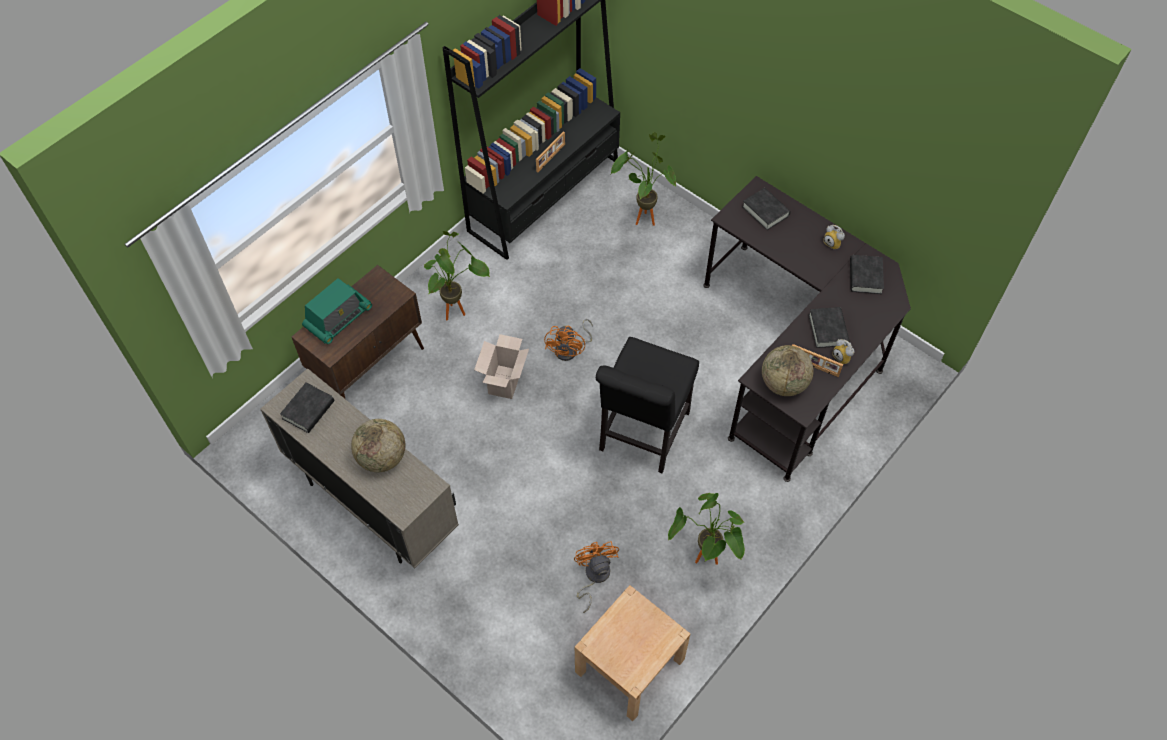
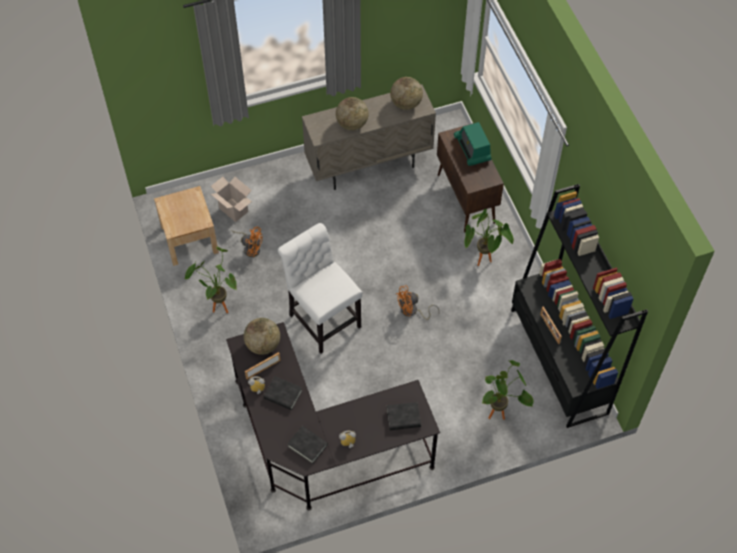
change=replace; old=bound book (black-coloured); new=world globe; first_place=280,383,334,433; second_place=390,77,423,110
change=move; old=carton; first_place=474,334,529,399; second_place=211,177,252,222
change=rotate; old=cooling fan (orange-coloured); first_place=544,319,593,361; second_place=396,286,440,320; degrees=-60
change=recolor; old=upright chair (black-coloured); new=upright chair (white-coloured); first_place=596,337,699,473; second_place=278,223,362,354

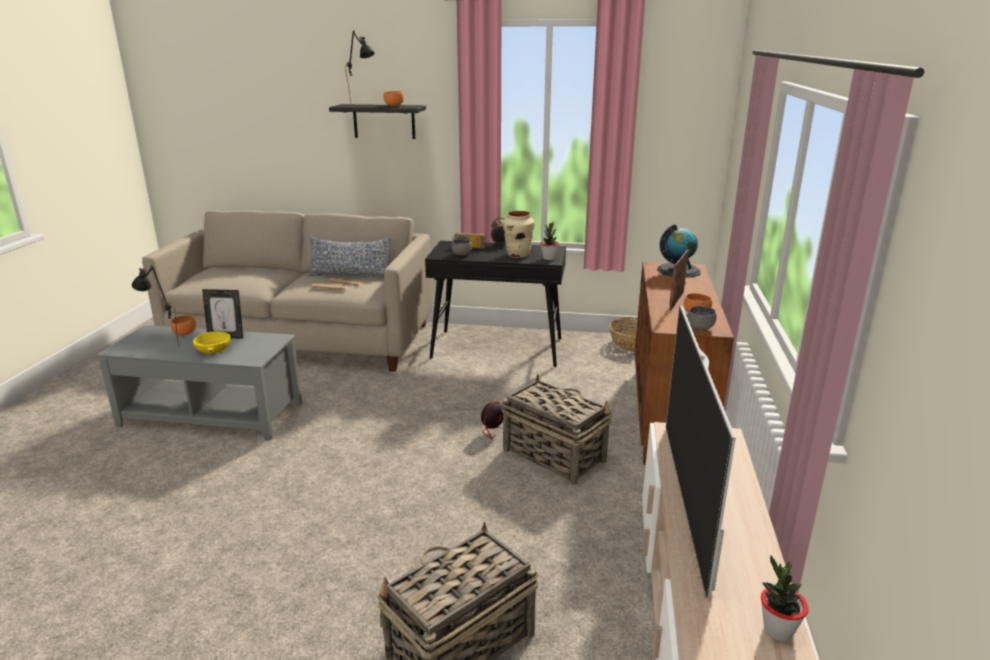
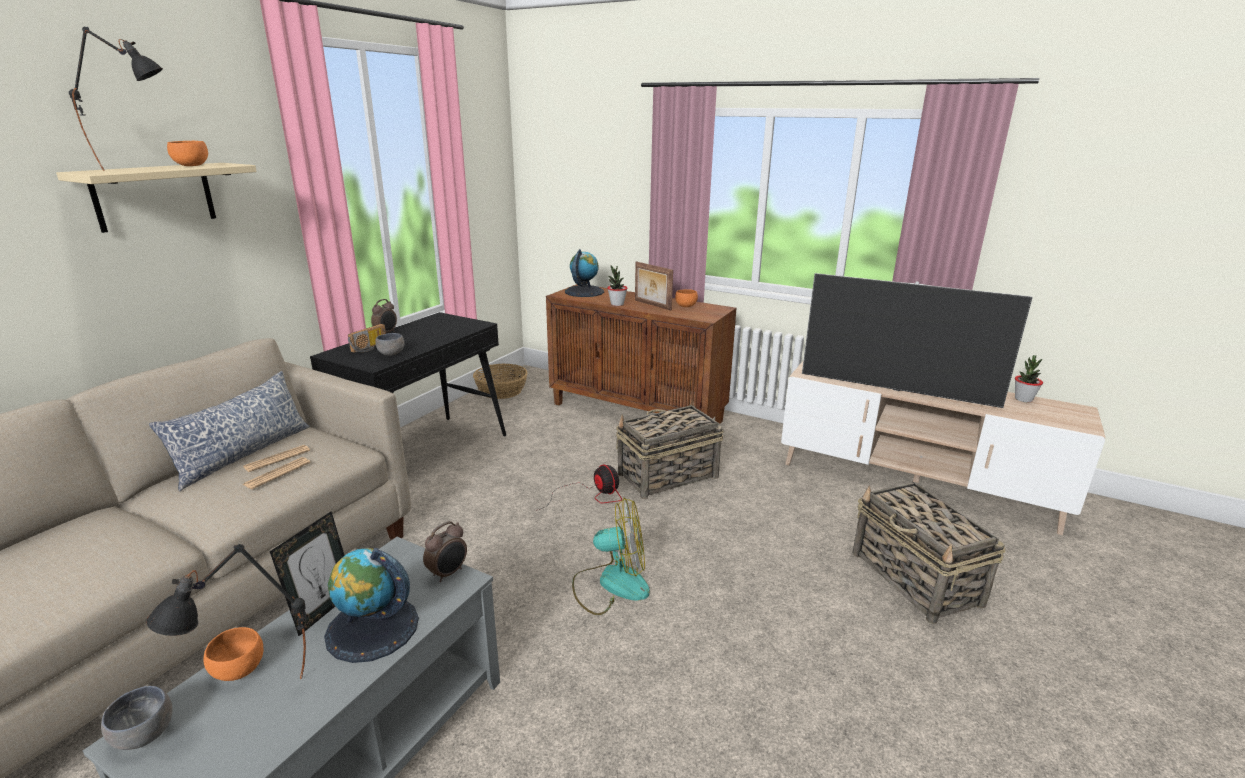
change=replace; old=serving bowl (yellowish); new=world globe; first_place=193,331,231,354; second_place=324,548,419,663
change=recolor; old=wall shelf (black-coloured); new=wall shelf (sand-coloured); first_place=329,104,426,139; second_place=56,163,257,233
change=delete; old=vase (sand-coloured); first_place=503,211,535,258
change=move; old=houseplant; first_place=540,222,559,260; second_place=608,265,627,306
change=move; old=serving bowl (greyish); first_place=687,306,717,330; second_place=101,686,173,750
change=insert; new=bedside clock; second_place=423,521,467,582
change=insert; new=cooling fan; second_place=572,498,650,615

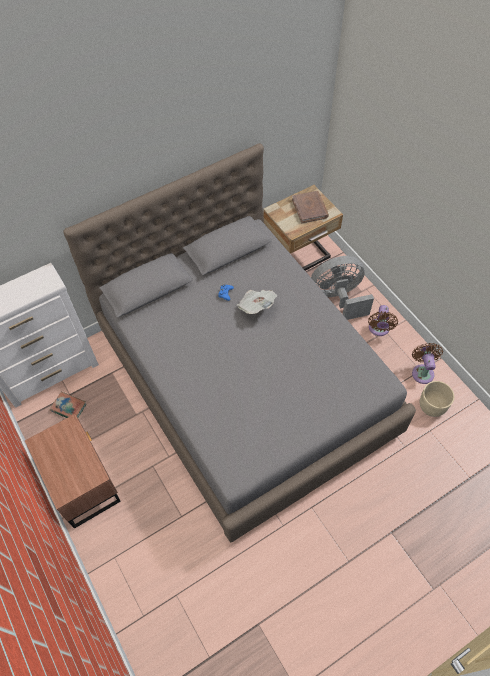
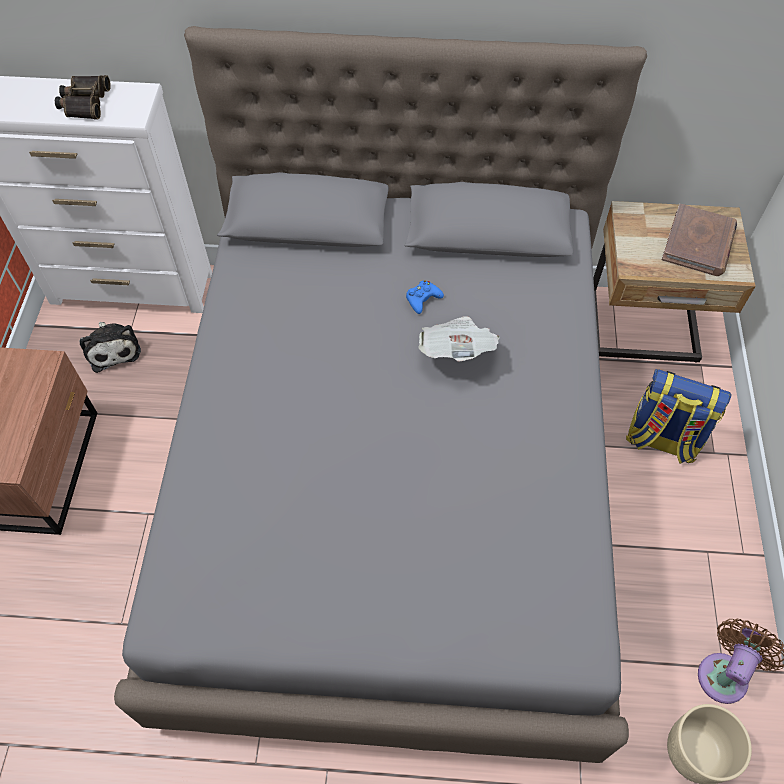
change=replace; old=bound book; new=plush toy; first_place=50,392,87,418; second_place=80,322,141,373
change=replace; old=cooling fan (greyish); new=rucksack; first_place=311,256,374,320; second_place=626,369,732,464
change=delete; old=cooling fan (brownish); first_place=368,305,398,336
change=insert; new=field glasses; second_place=55,75,111,119

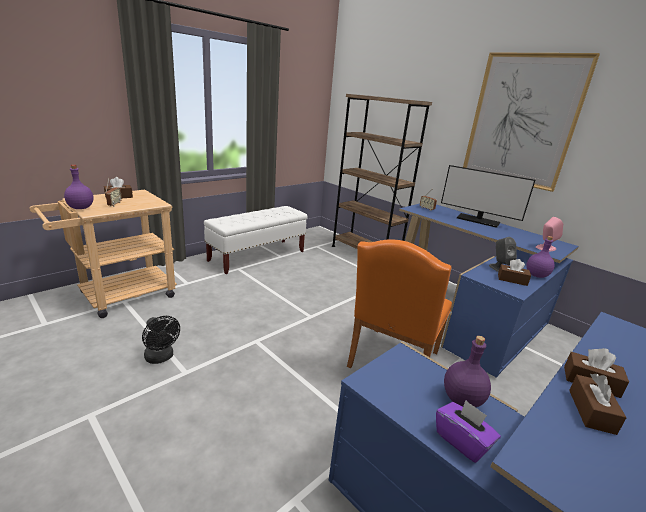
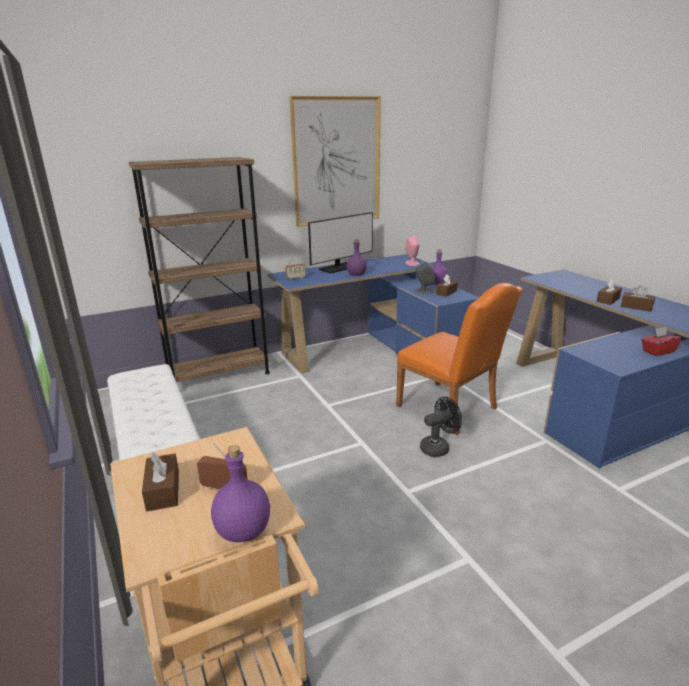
change=move; old=cooling fan (black-coloured); first_place=142,316,180,364; second_place=420,397,462,457
change=recolor; old=tissue box (purple-coloured); new=tissue box (reddish); first_place=436,400,501,463; second_place=642,327,682,356
change=move; old=bottle (purple-coloured); first_place=444,336,491,407; second_place=346,239,367,276

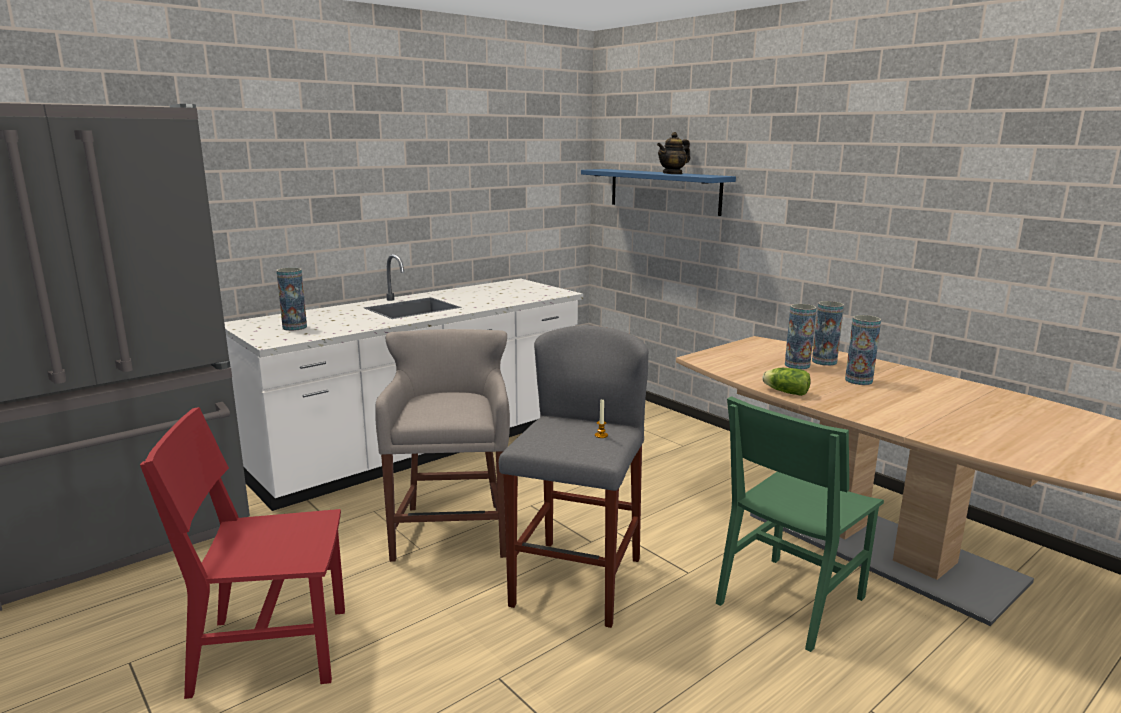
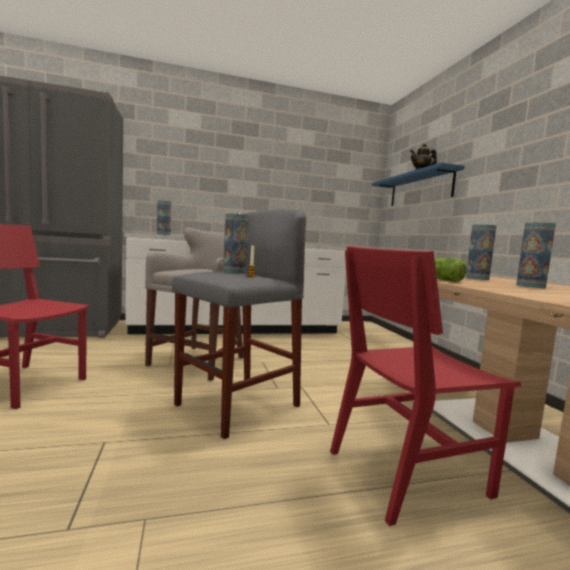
change=recolor; old=upright chair (green-coloured); new=upright chair (reddish); first_place=716,396,884,652; second_place=330,246,521,526
change=move; old=vase; first_place=812,301,844,366; second_place=223,213,249,273

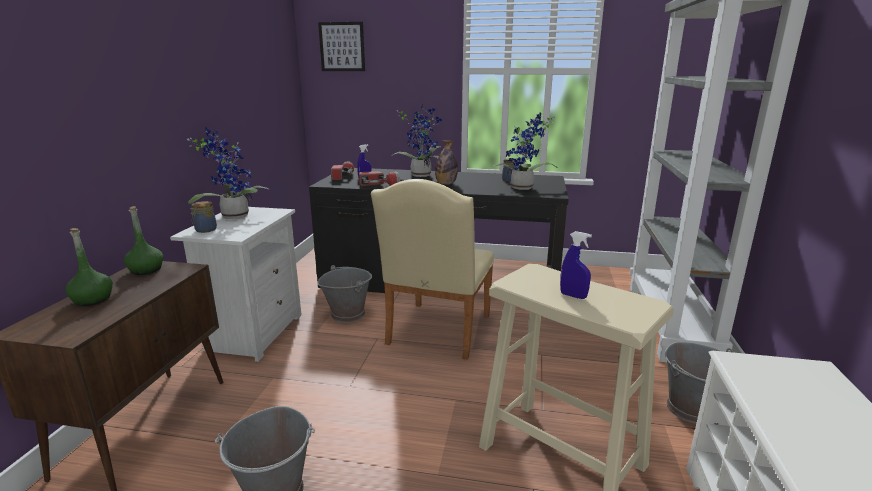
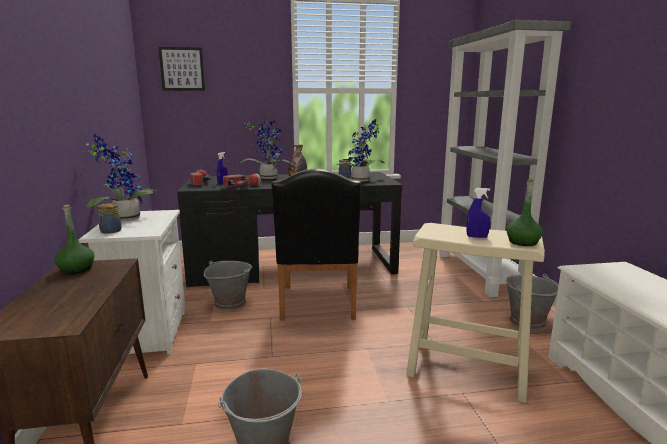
change=move; old=bottle (green-coloured); first_place=65,228,113,306; second_place=506,179,543,246
change=recolor; old=upright chair (sand-coloured); new=upright chair (black-coloured); first_place=371,179,494,360; second_place=271,169,361,321

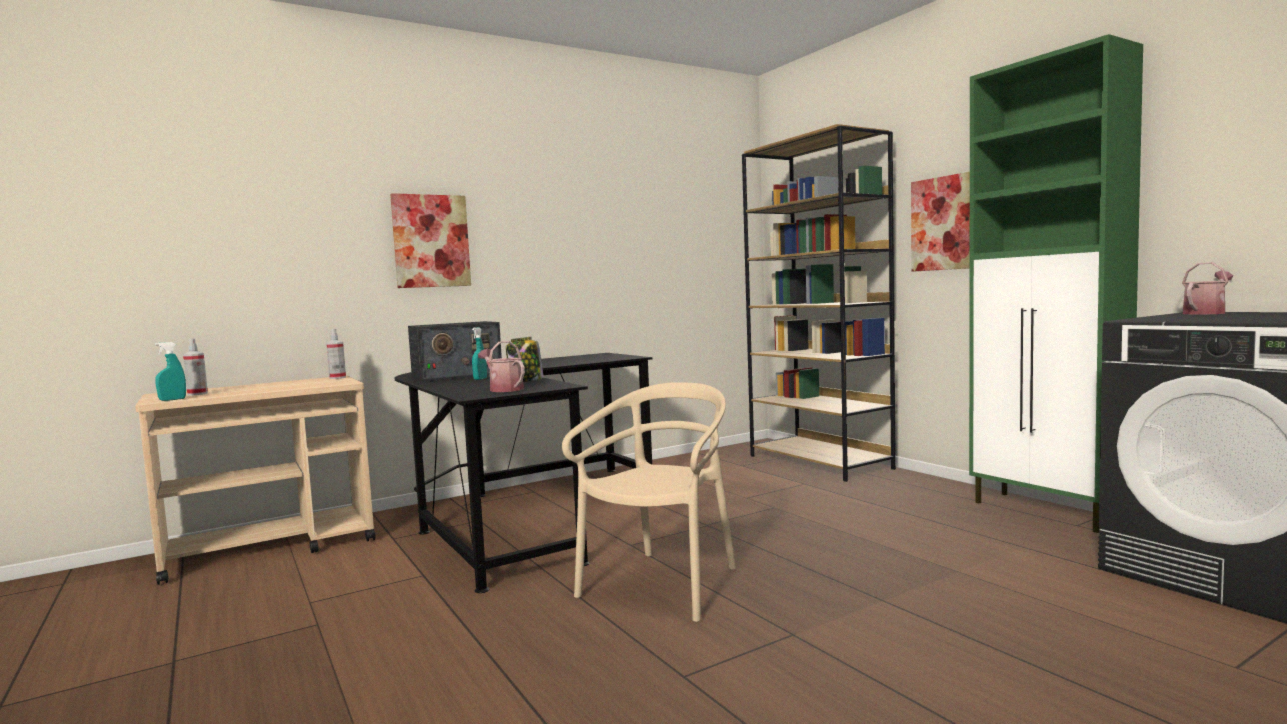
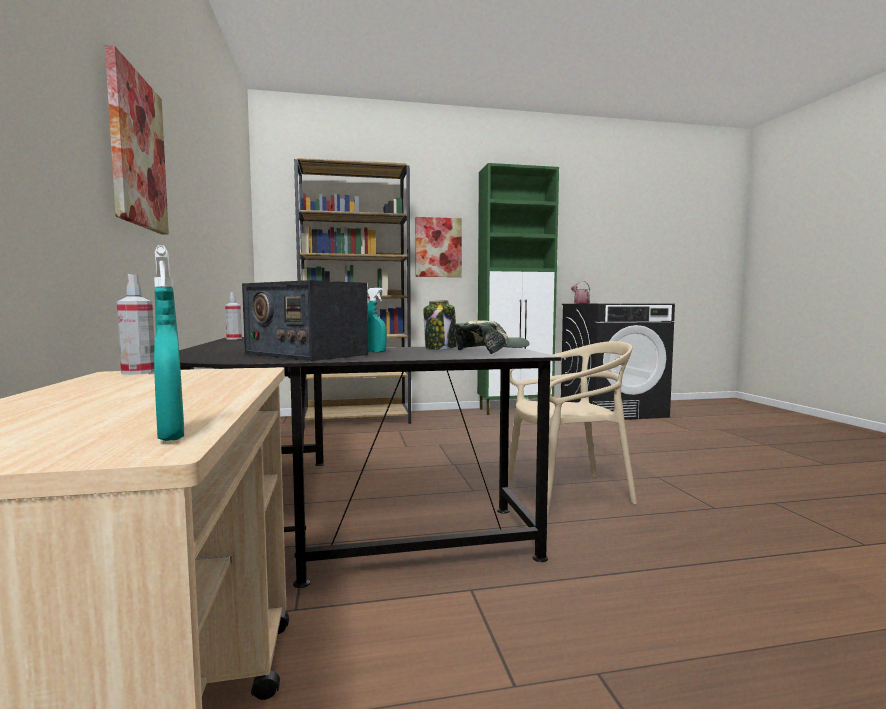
change=move; old=sprayer; first_place=183,338,208,396; second_place=225,292,242,340
change=rotate; old=radio receiver; first_place=408,321,502,382; second_place=242,280,368,361; degrees=135
change=replace; old=sprinkling can; new=peaked cap; first_place=478,341,525,392; second_place=454,320,530,354
change=rotate; old=upright chair (sand-coloured); first_place=562,382,736,622; second_place=508,341,637,517; degrees=120

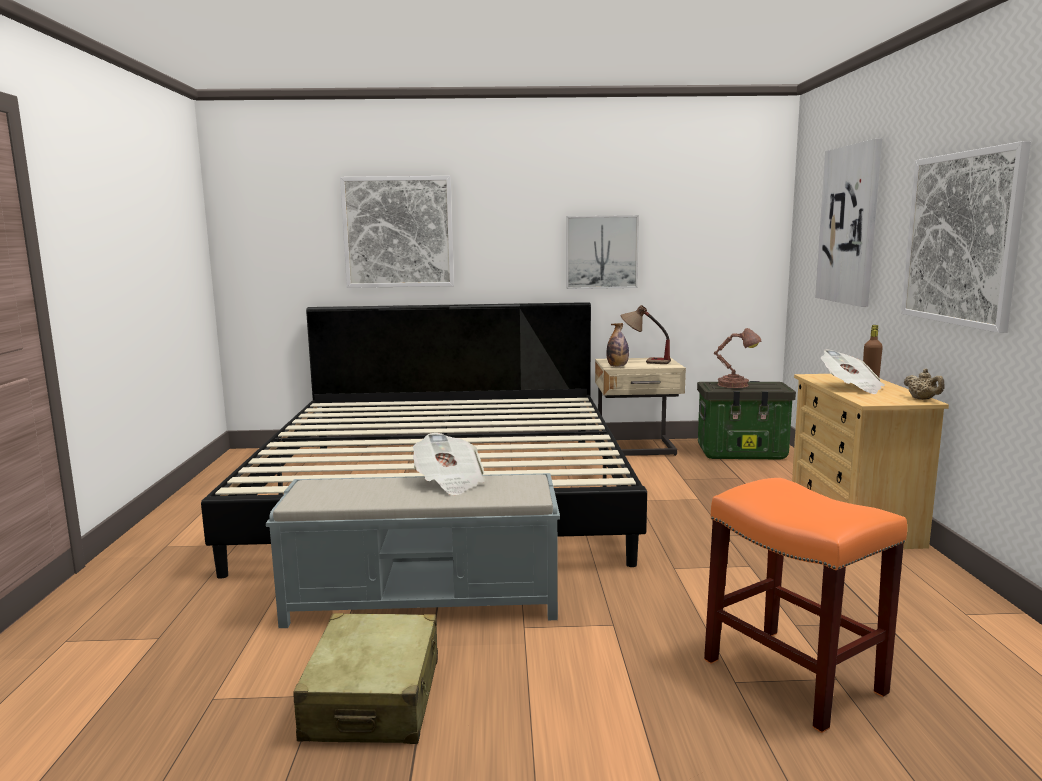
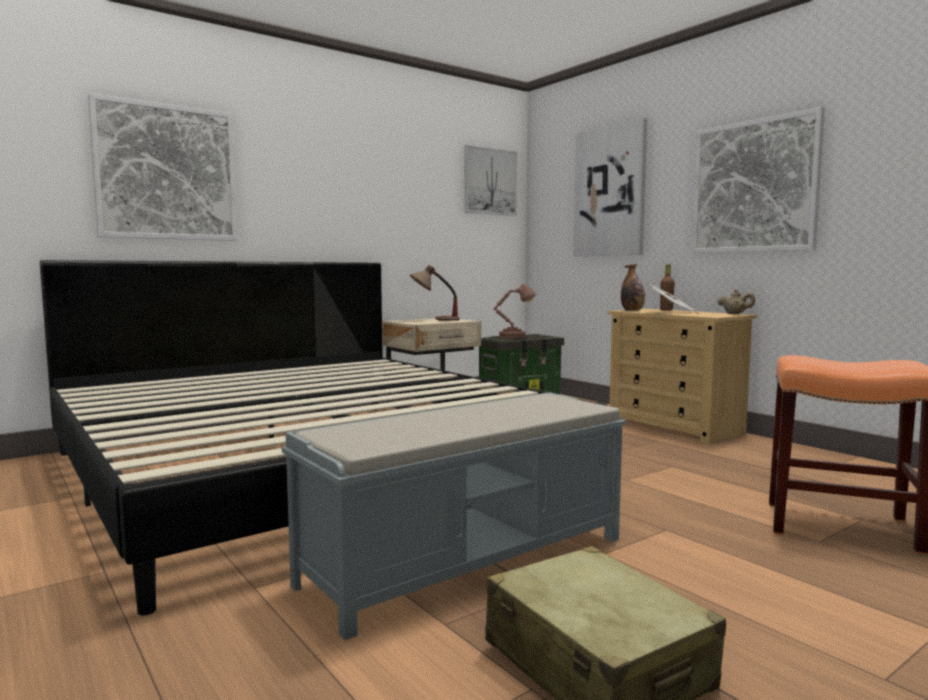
change=delete; old=daily paper; first_place=413,433,486,495
change=move; old=wall art; first_place=566,215,639,289; second_place=464,145,517,216
change=move; old=bottle; first_place=607,323,629,367; second_place=621,264,645,311

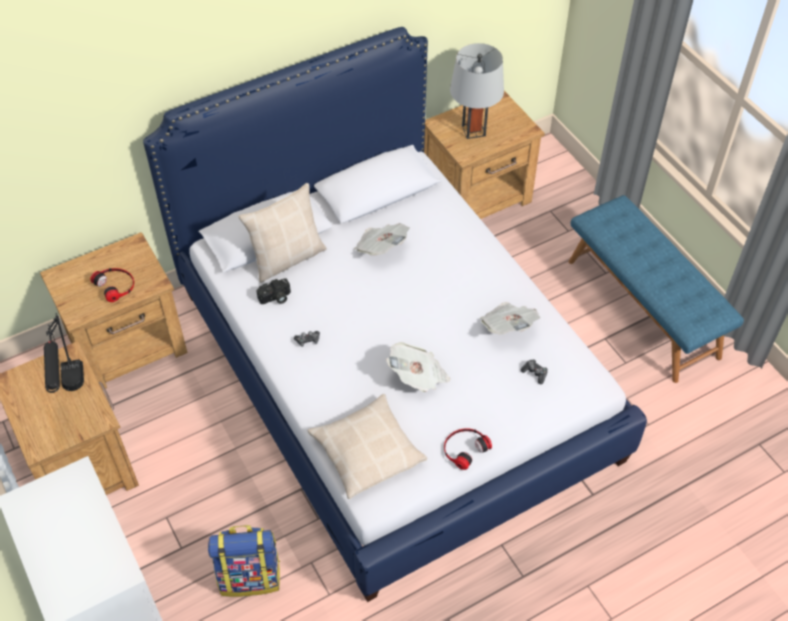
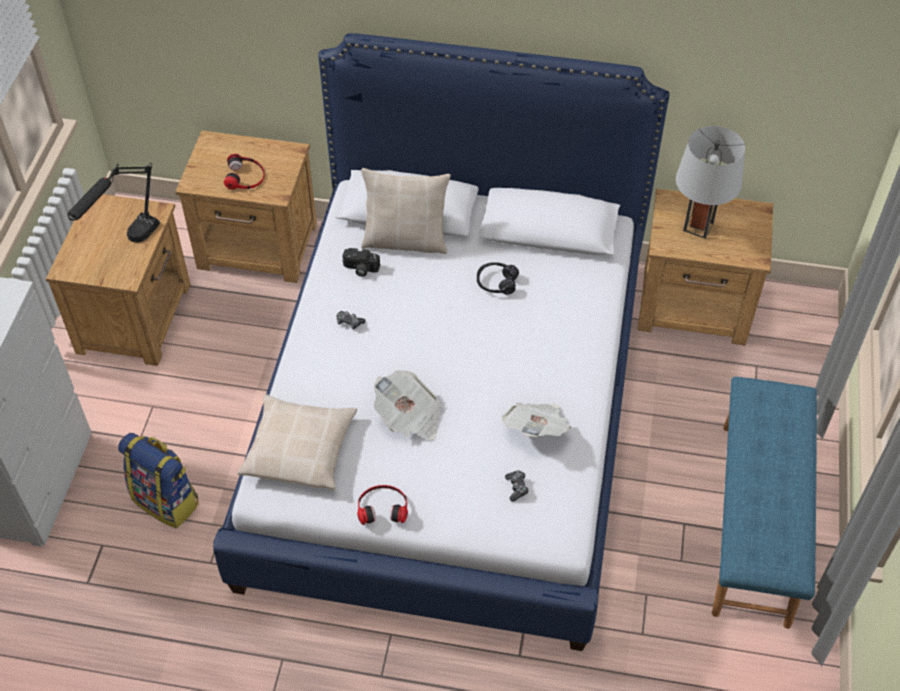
change=replace; old=daily paper; new=headset (black-coloured); first_place=354,223,410,255; second_place=477,262,519,295

